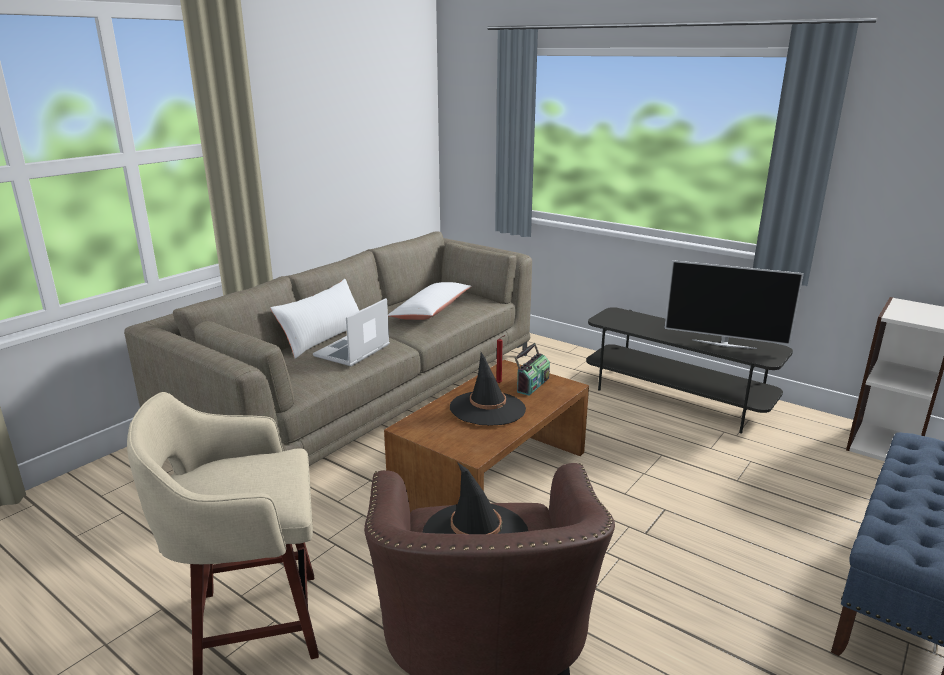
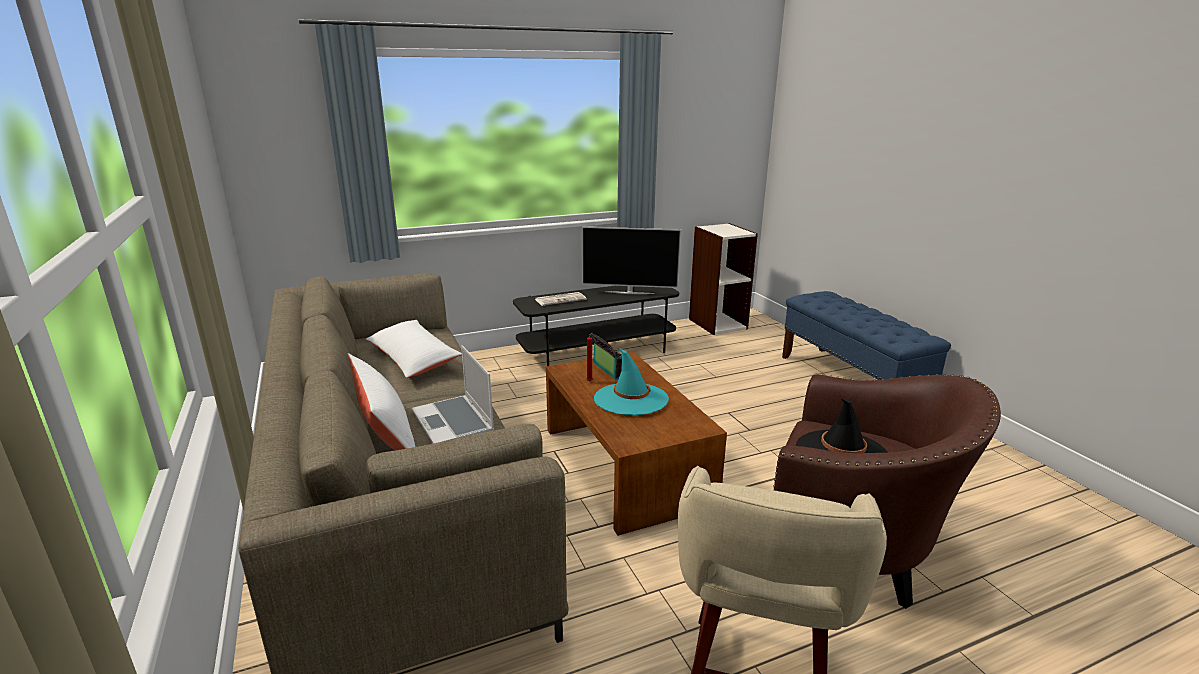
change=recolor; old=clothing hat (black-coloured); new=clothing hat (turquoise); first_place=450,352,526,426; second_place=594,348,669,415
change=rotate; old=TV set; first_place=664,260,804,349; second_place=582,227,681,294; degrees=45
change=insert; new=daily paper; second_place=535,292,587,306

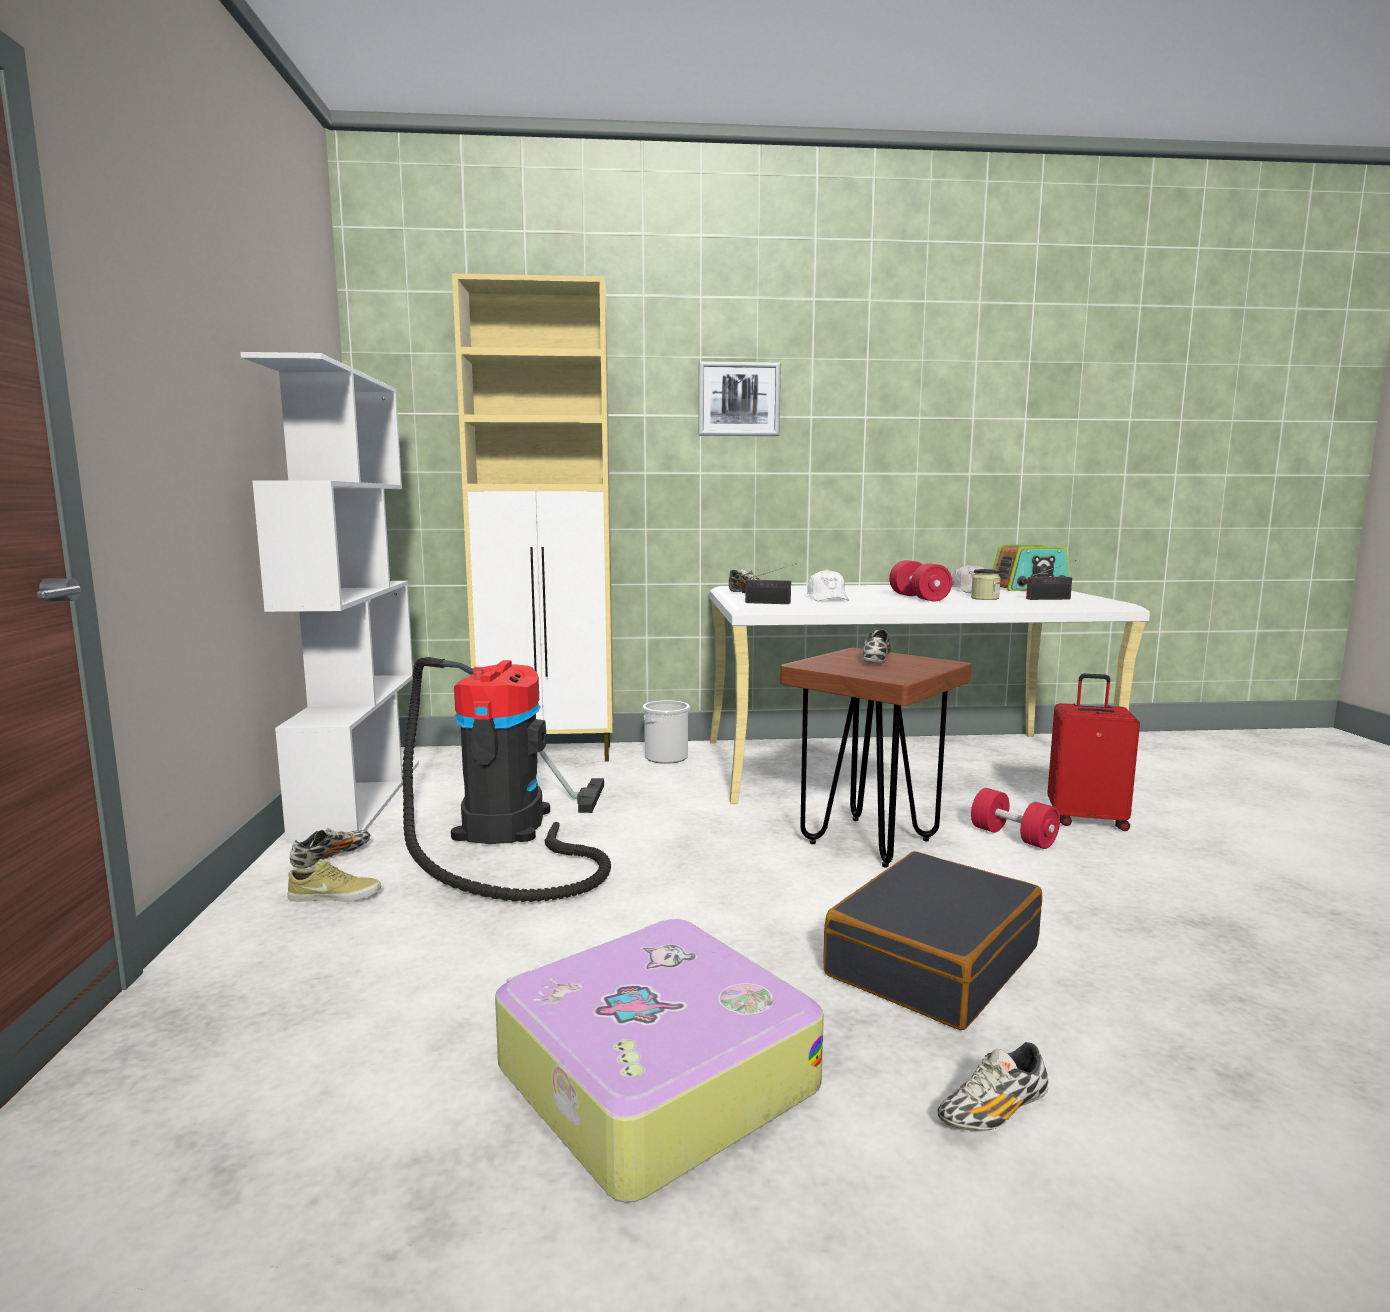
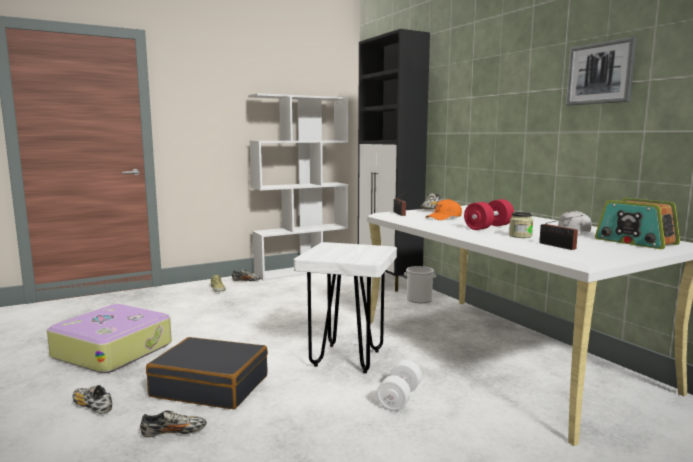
change=delete; old=vacuum; first_place=402,657,611,902
change=recolor; old=cabinet (sand-coloured); new=cabinet (black-coloured); first_place=452,273,613,761; second_place=358,29,430,292
change=move; old=wall art; first_place=698,361,781,436; second_place=566,37,637,106
change=recolor; old=sitting stool (brownish); new=sitting stool (white-coloured); first_place=780,648,971,868; second_place=294,242,397,373
change=recolor; old=peaked cap (white-coloured); new=peaked cap (orange-coloured); first_place=807,569,849,601; second_place=426,199,462,220
change=move; old=shoe; first_place=863,629,891,664; second_place=140,411,207,437
change=recolor; old=hand weight (reddish); new=hand weight (white-coloured); first_place=971,788,1060,849; second_place=377,360,422,411
change=delete; old=suitcase (reddish); first_place=1047,674,1140,831

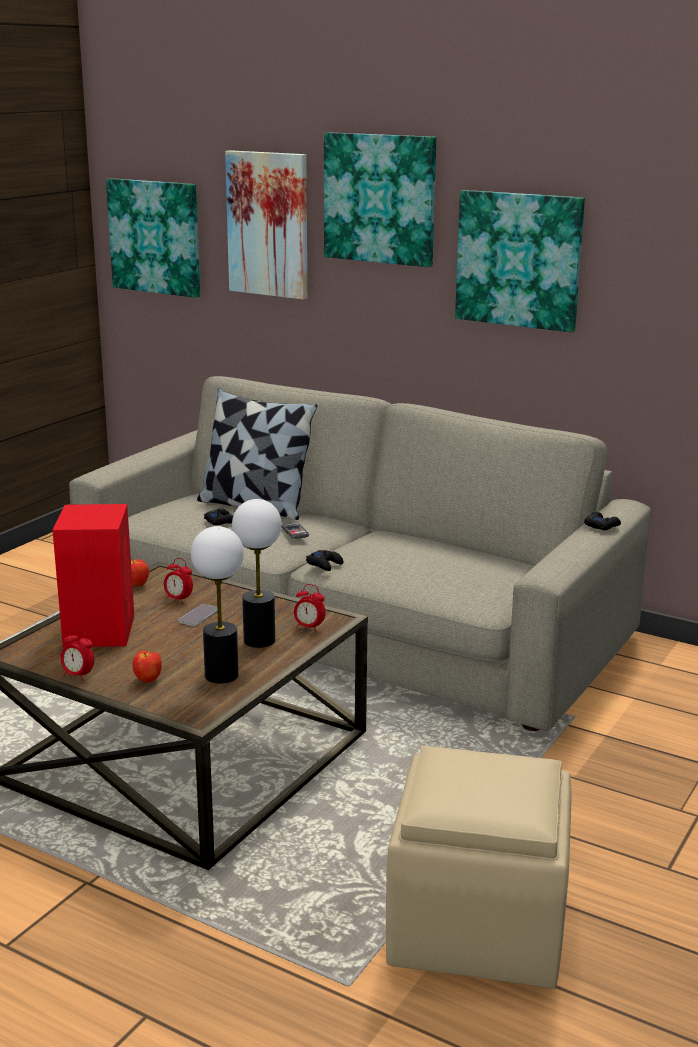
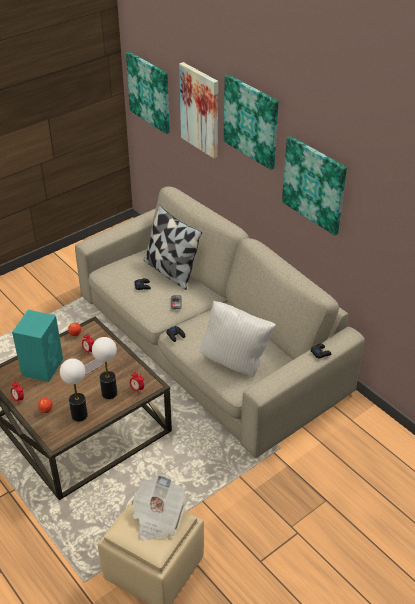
change=recolor; old=loudspeaker (reddish); new=loudspeaker (turquoise); first_place=53,504,134,647; second_place=12,310,63,382
change=insert; new=daily paper; second_place=132,474,187,540
change=insert; new=cushion (white-coloured); second_place=200,300,276,377

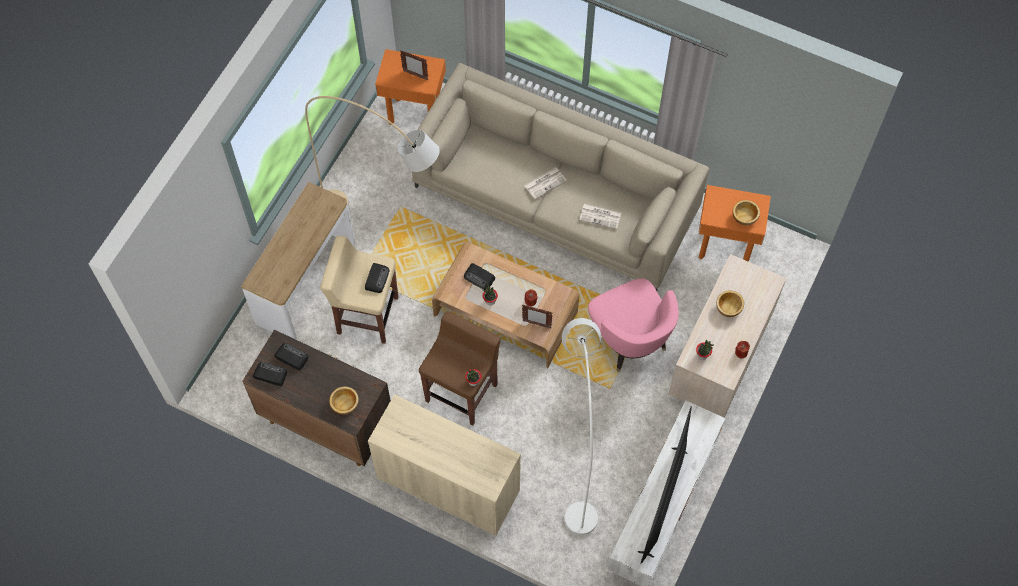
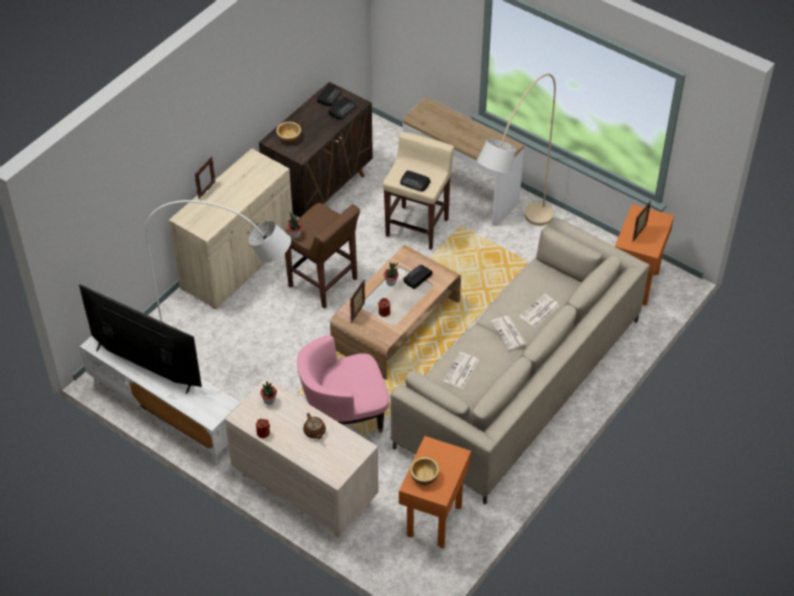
change=replace; old=serving bowl; new=tea pot (brownish); first_place=716,290,744,317; second_place=303,413,326,439
change=insert; new=standing frame; second_place=194,156,215,199
change=insert; new=daily paper; second_place=519,294,560,327

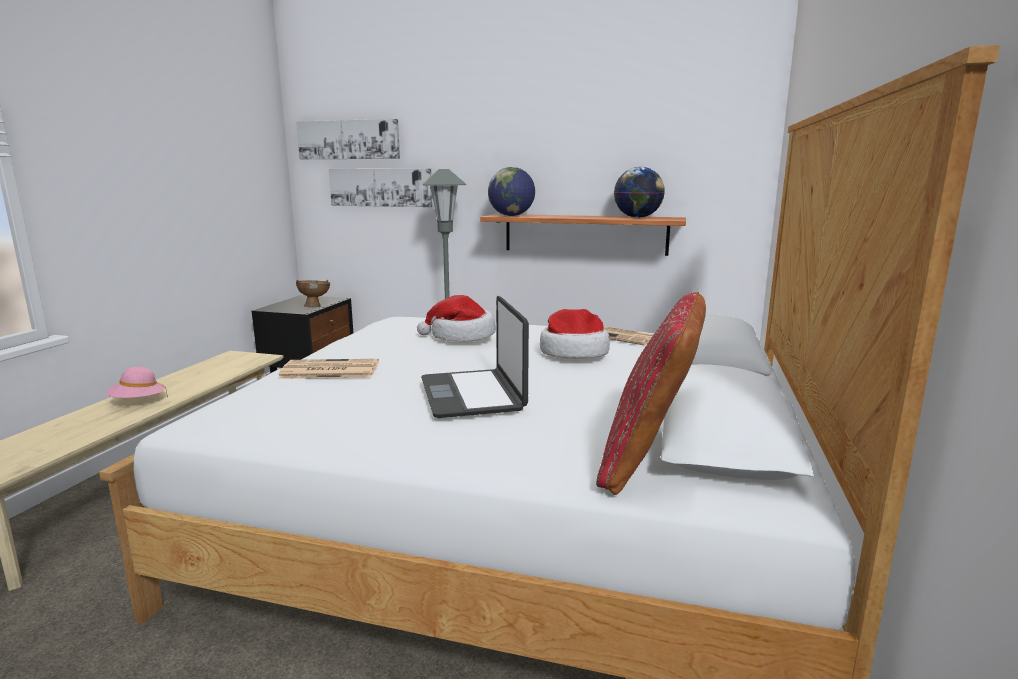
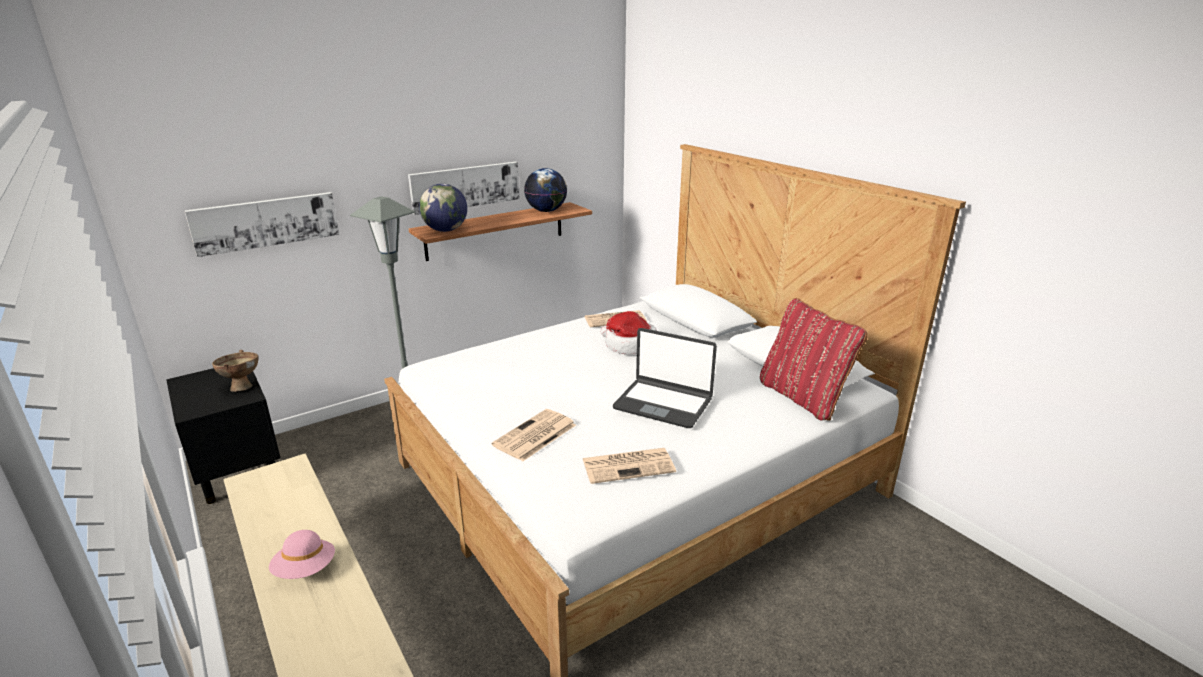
change=move; old=wall art; first_place=296,119,400,159; second_place=408,162,520,215
change=delete; old=clothing hat; first_place=417,295,496,342
change=insert; new=daily paper; second_place=583,448,676,484

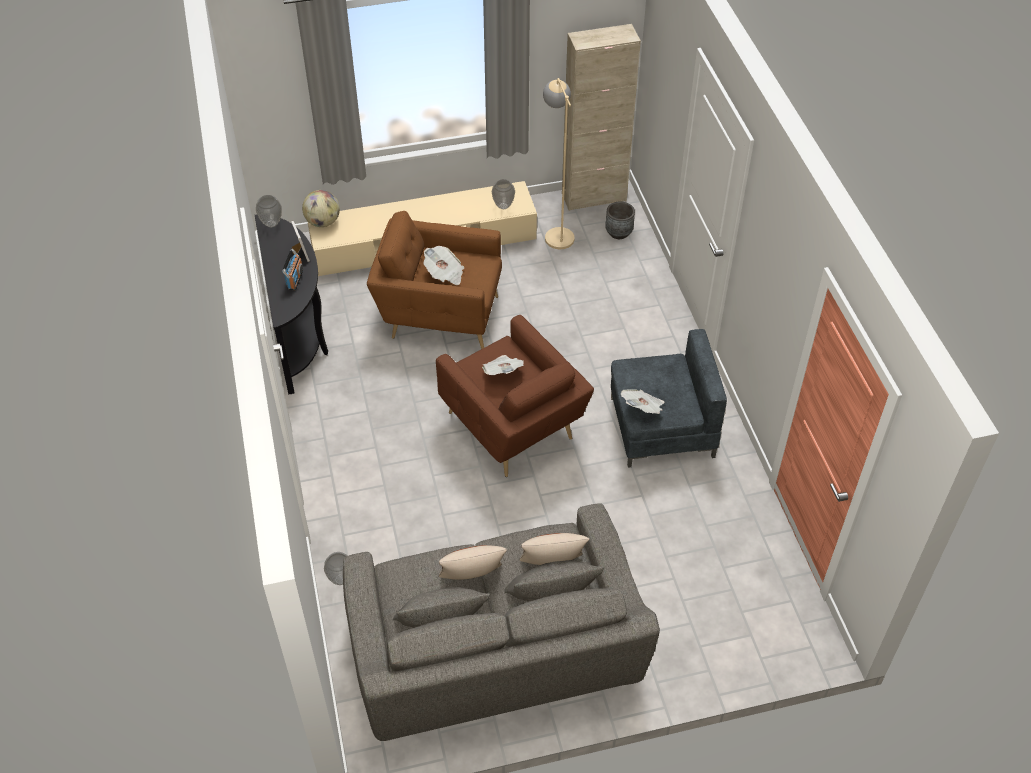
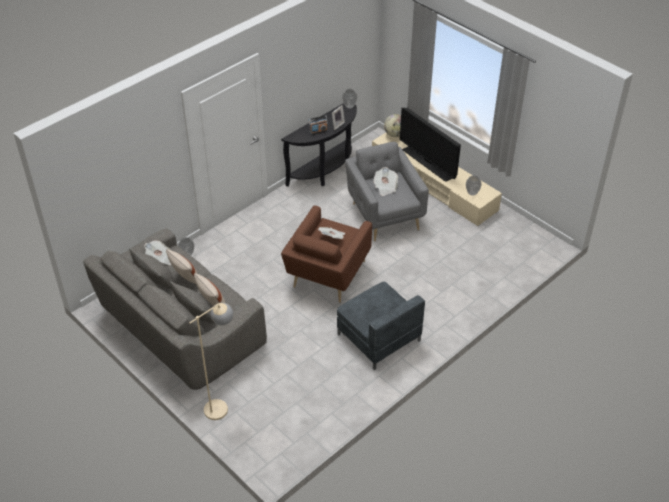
change=recolor; old=easy chair (brownish); new=easy chair (greyish); first_place=367,211,502,349; second_place=345,142,429,242
change=move; old=standard lamp (sand-coloured); first_place=543,78,575,249; second_place=189,303,233,420
change=delete; old=cabinet (sand-coloured); first_place=562,24,641,211
change=delete; old=planter (greyish); first_place=605,201,635,239
change=move; old=daily paper; first_place=621,389,664,414; second_place=145,241,171,265
change=insert; new=TV set; second_place=400,107,461,182

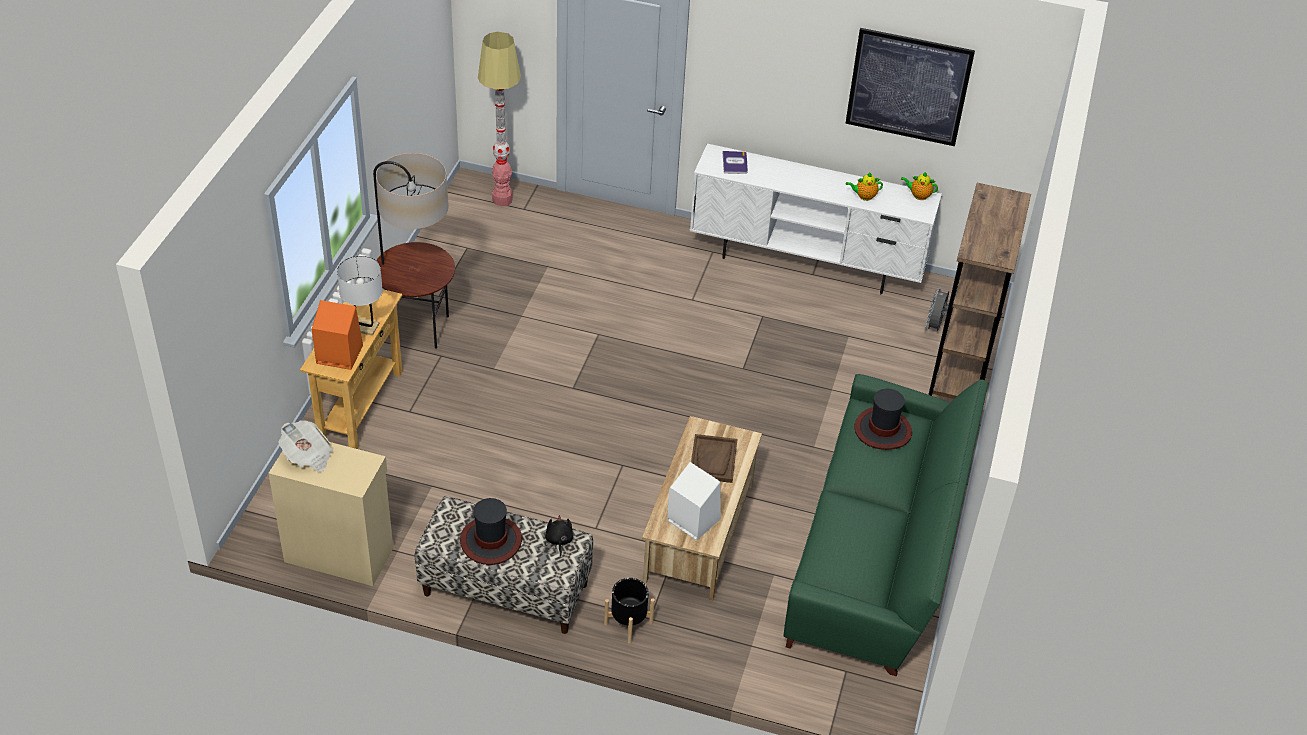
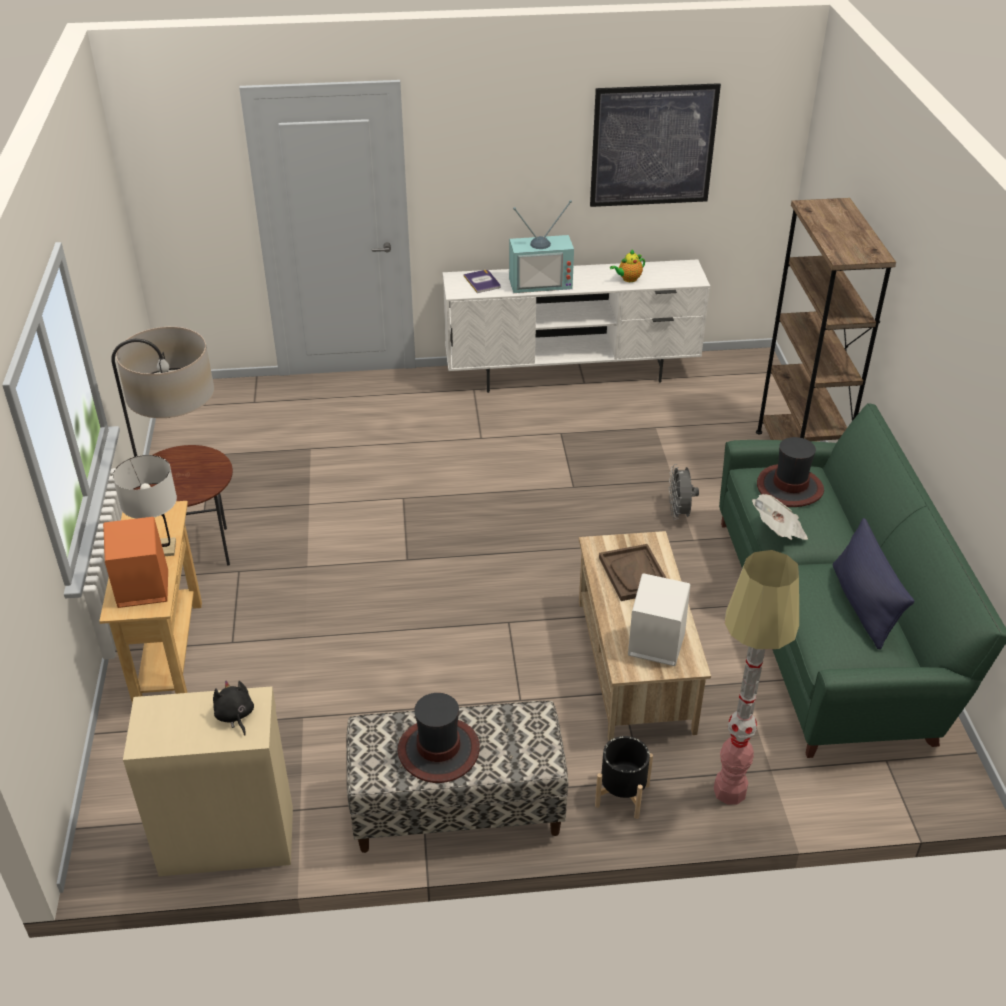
change=move; old=daily paper; first_place=278,420,334,472; second_place=752,494,808,540
change=move; old=standard lamp; first_place=478,32,521,206; second_place=713,550,799,805
change=move; old=plush toy (black-coloured); first_place=545,515,573,557; second_place=213,681,254,735
change=delete; old=tea pot; first_place=901,172,938,200
change=move; old=cooling fan (greyish); first_place=925,286,949,331; second_place=669,464,699,520
change=insert; new=TV set; second_place=509,200,574,293
change=insert; new=cushion (bluish); second_place=833,518,914,650

